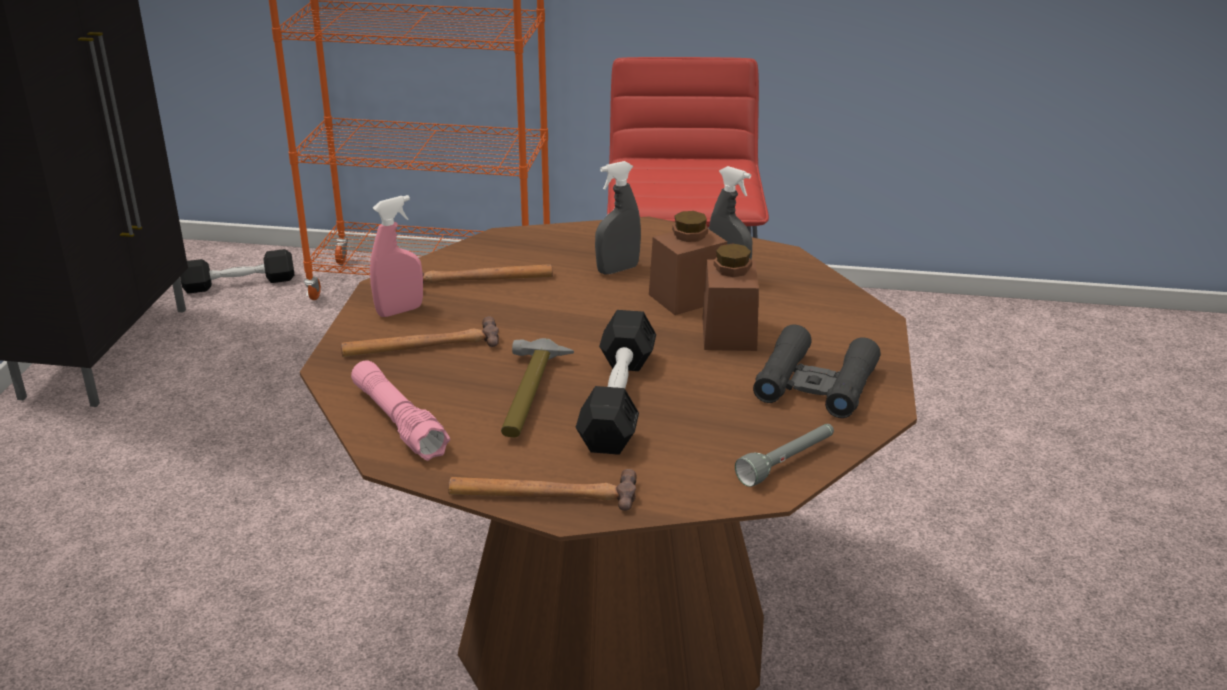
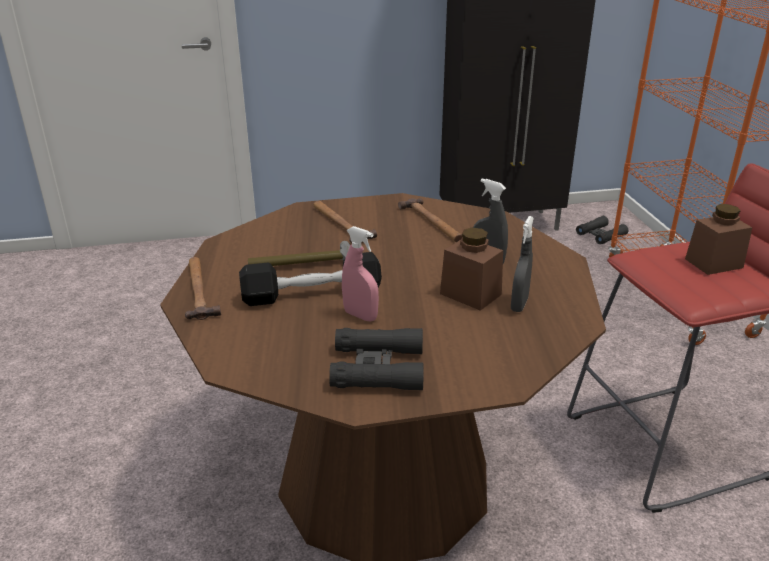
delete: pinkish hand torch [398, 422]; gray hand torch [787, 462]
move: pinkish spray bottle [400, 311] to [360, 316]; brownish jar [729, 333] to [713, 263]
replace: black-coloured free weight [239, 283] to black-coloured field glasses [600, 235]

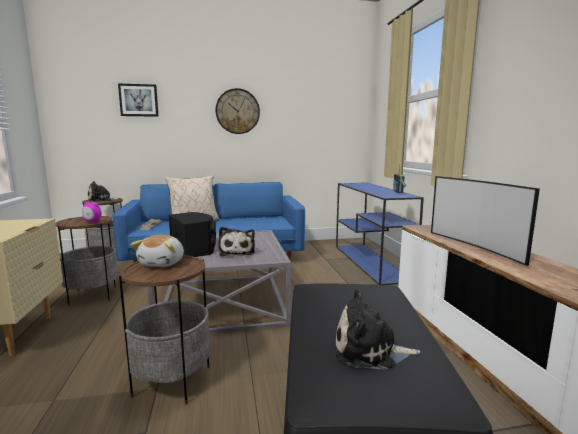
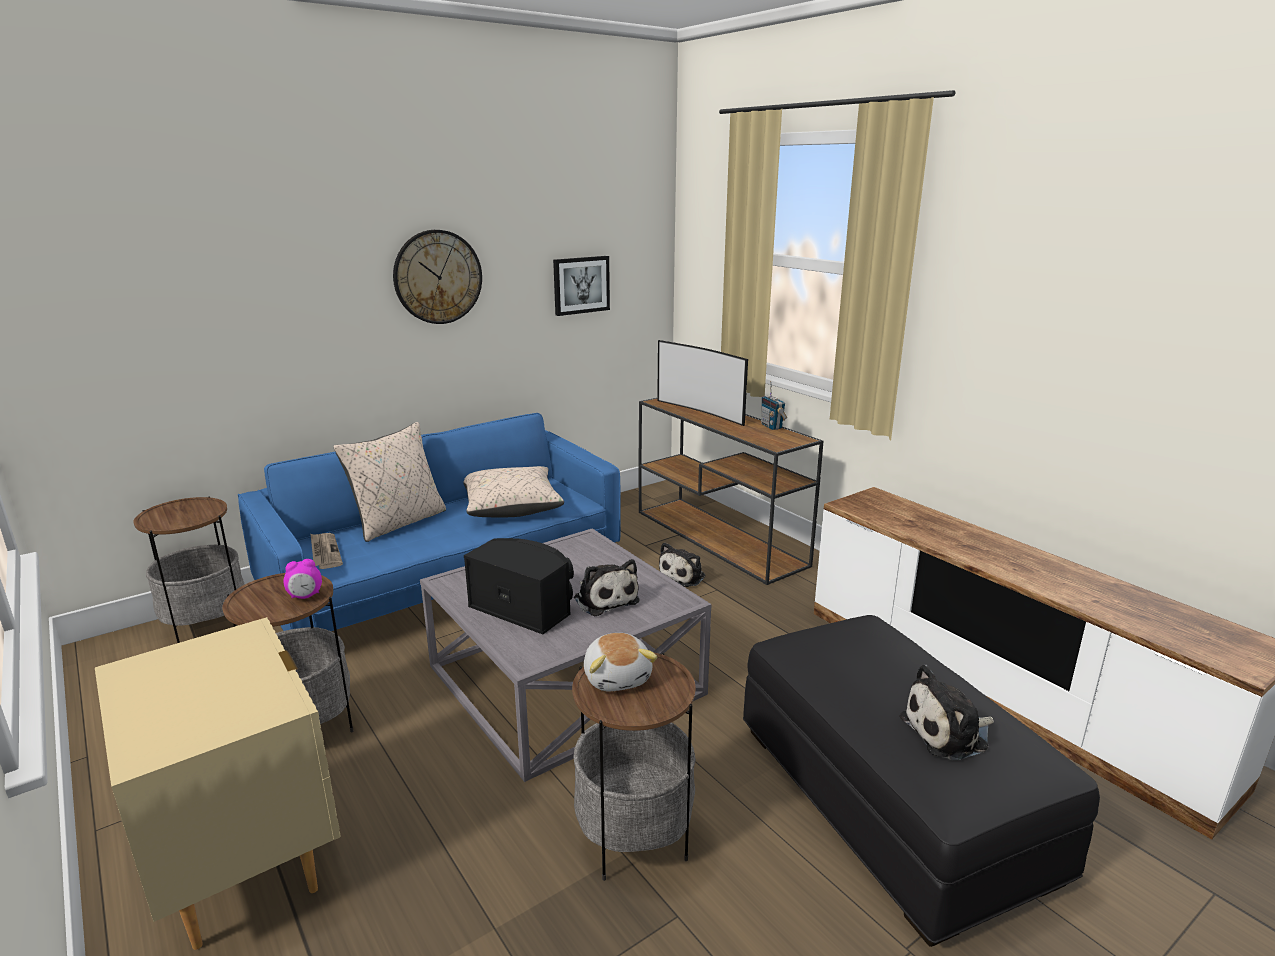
insert: sand-coloured cushion [511, 507]
move: wall picture [138, 100] to [581, 285]; television [475, 246] to [702, 411]; soft toy [101, 200] to [683, 576]
recolor: bluish hall table [371, 262] to brownish hall table [720, 538]

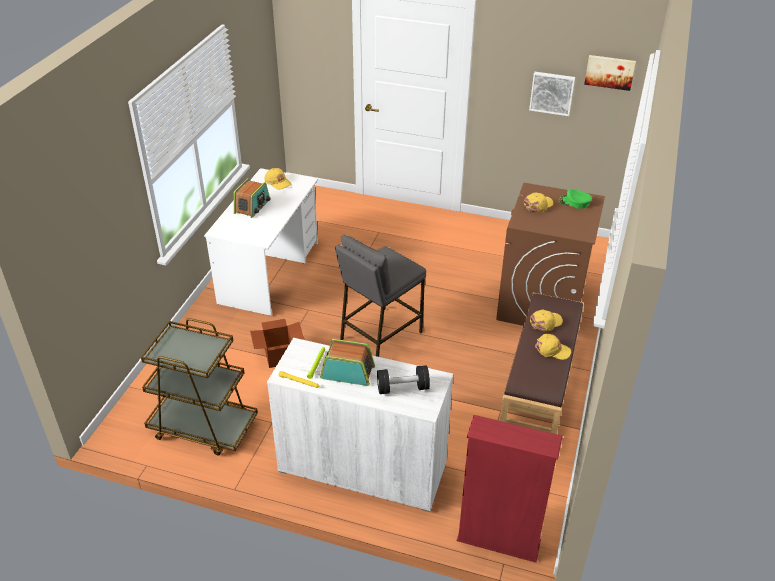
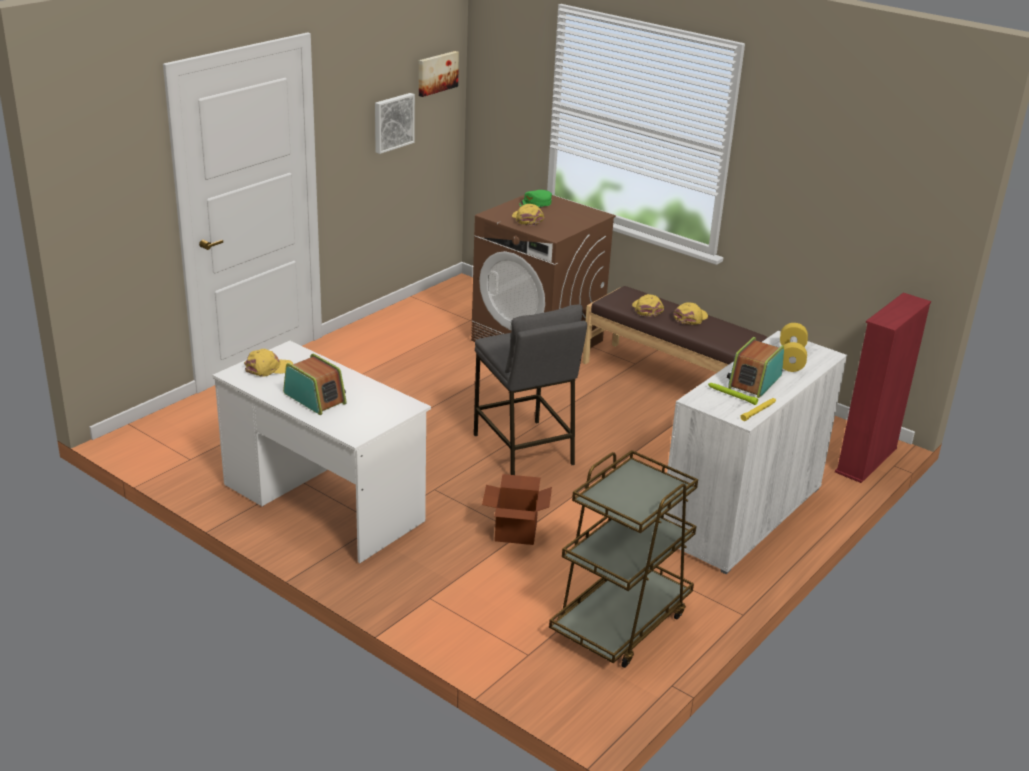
recolor: black-coloured free weight [403, 388] to yellowish free weight [791, 358]

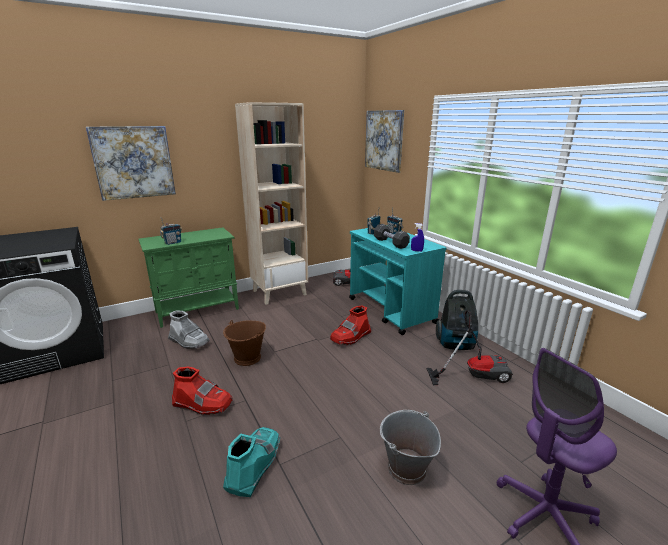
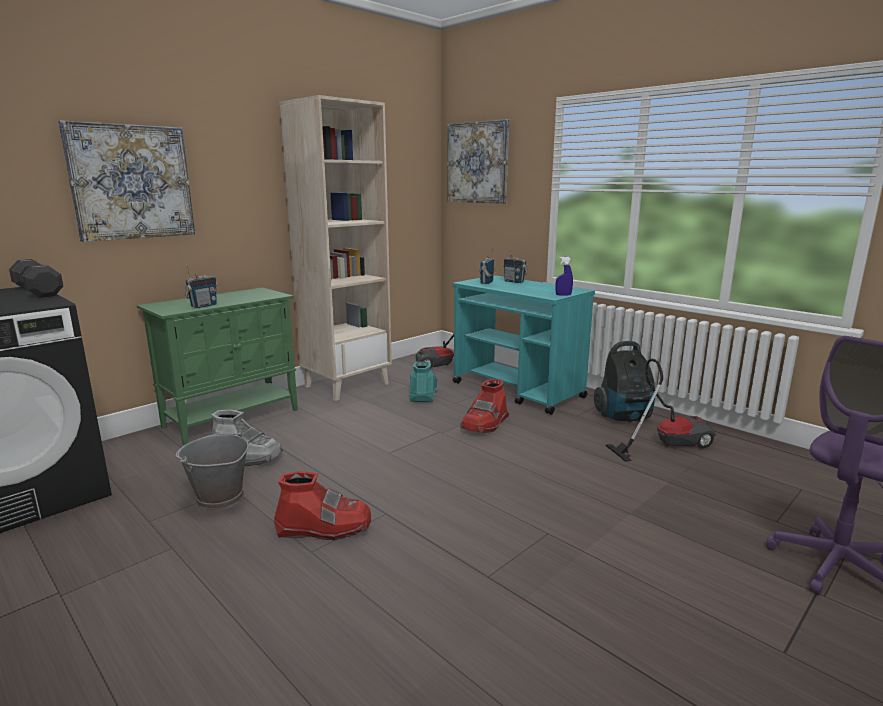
delete: brownish water bucket [247, 358]
move: black-coloured free weight [390, 243] to [38, 292]; gray water bucket [406, 468] to [219, 499]; turquoise-coloured high-top boot [254, 465] to [423, 393]

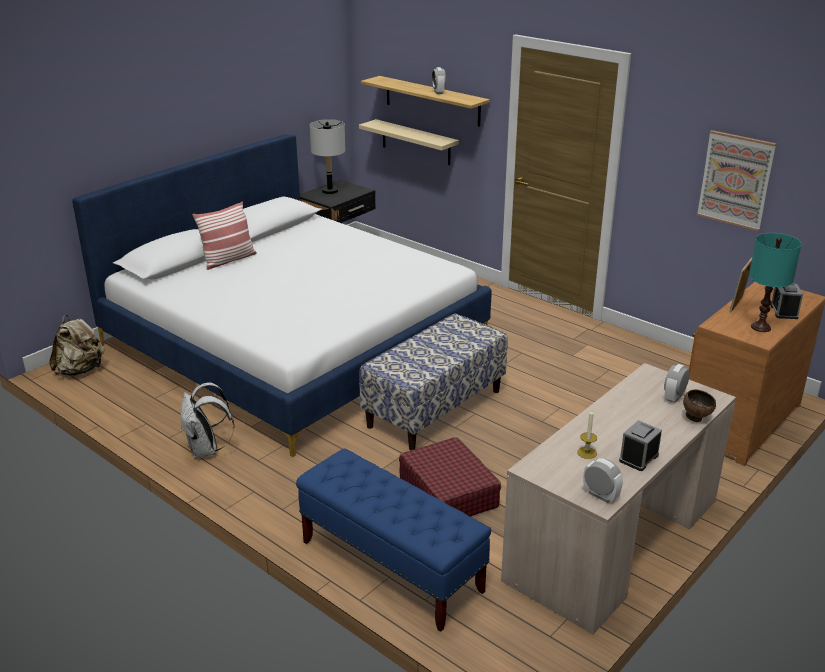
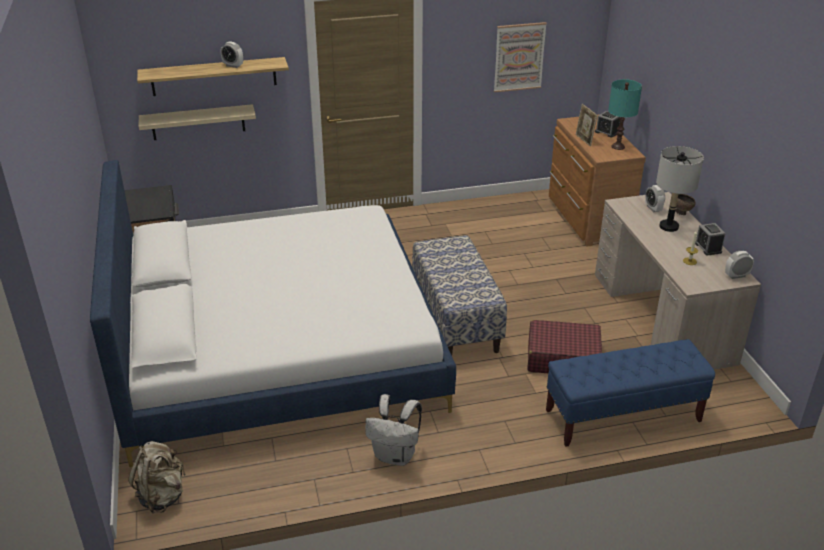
delete: cushion [228, 260]
move: gray table lamp [330, 191] to [668, 226]

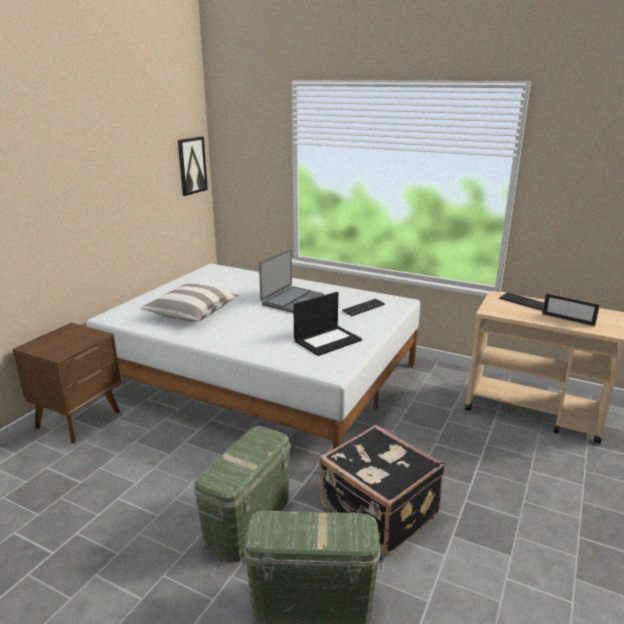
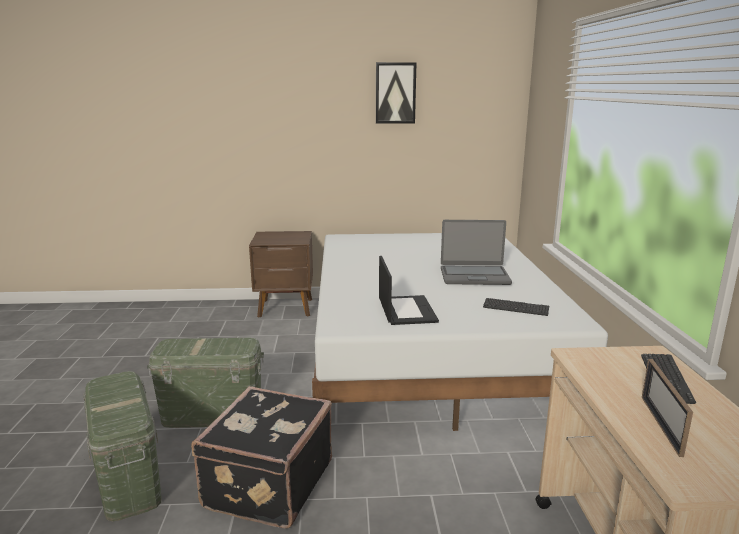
delete: cushion [191, 313]
move: wall picture [191, 165] to [395, 93]
rotate: laptop [327, 340] = [406, 310] 120 degrees counterclockwise

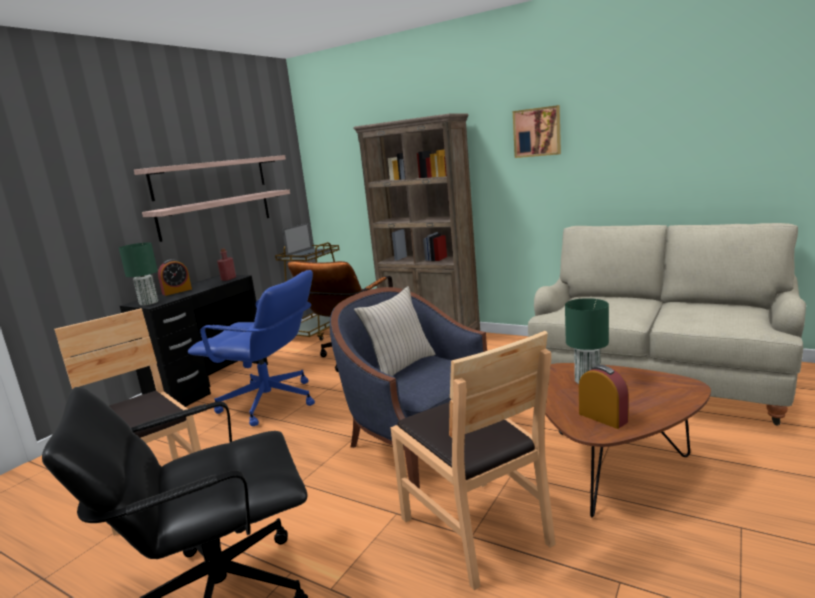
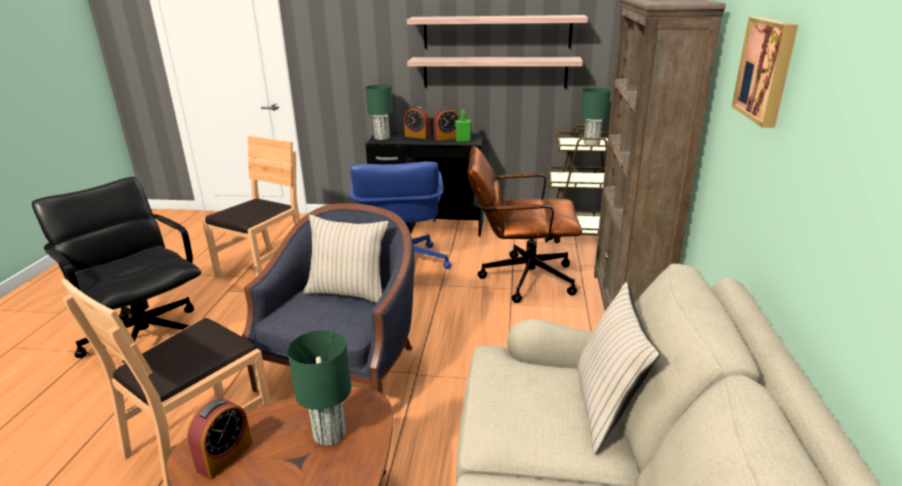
insert: alarm clock [447, 138]; sand-coloured cushion [606, 407]
replace: laptop [309, 253] to greenish table lamp [592, 143]
recolor: reddish drink bottle [228, 279] to greenish drink bottle [463, 141]

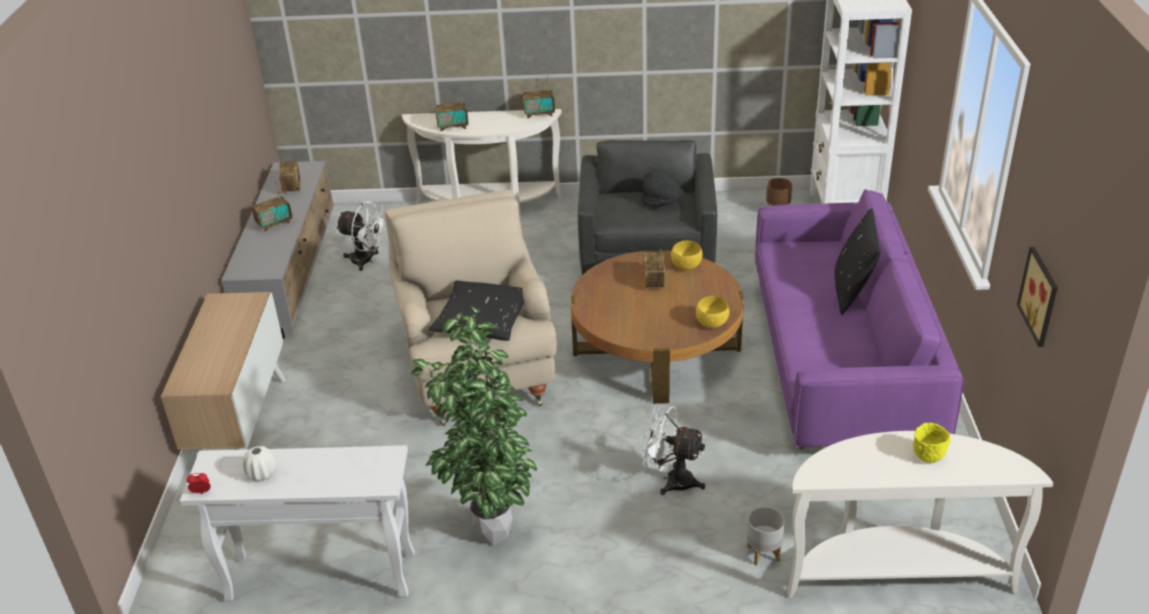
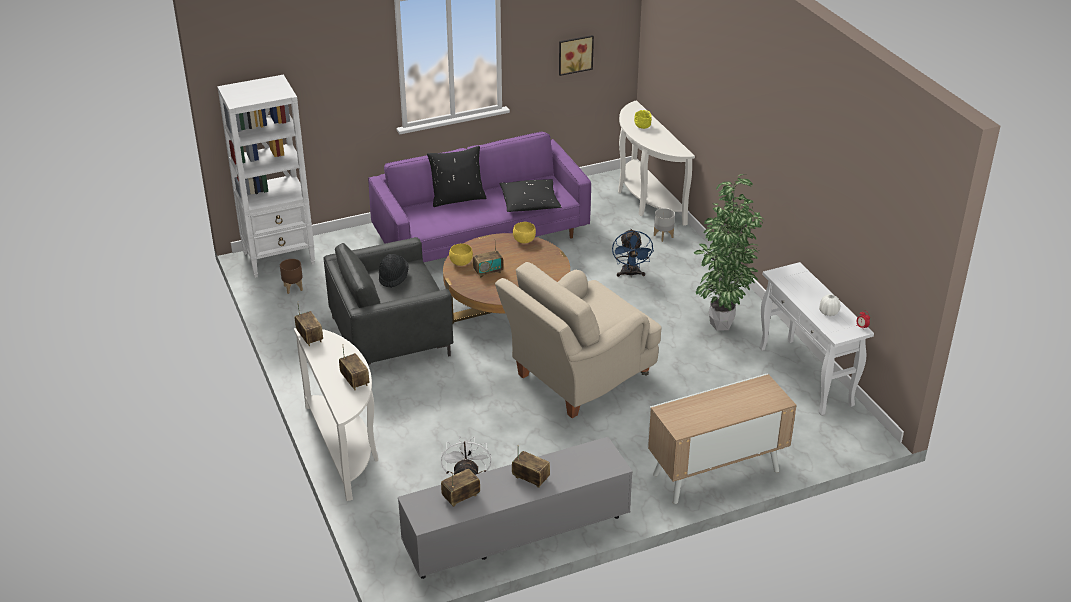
move: black-coloured cushion [482, 321] to [530, 203]
recolor: white electric fan [672, 480] to bluish electric fan [630, 274]

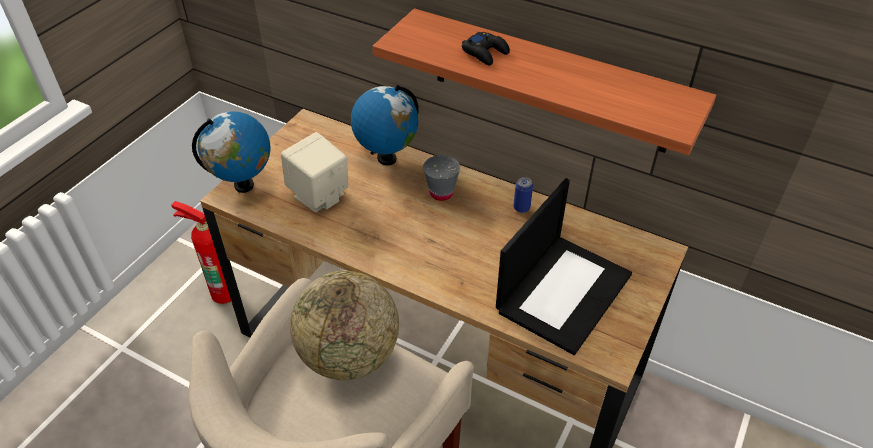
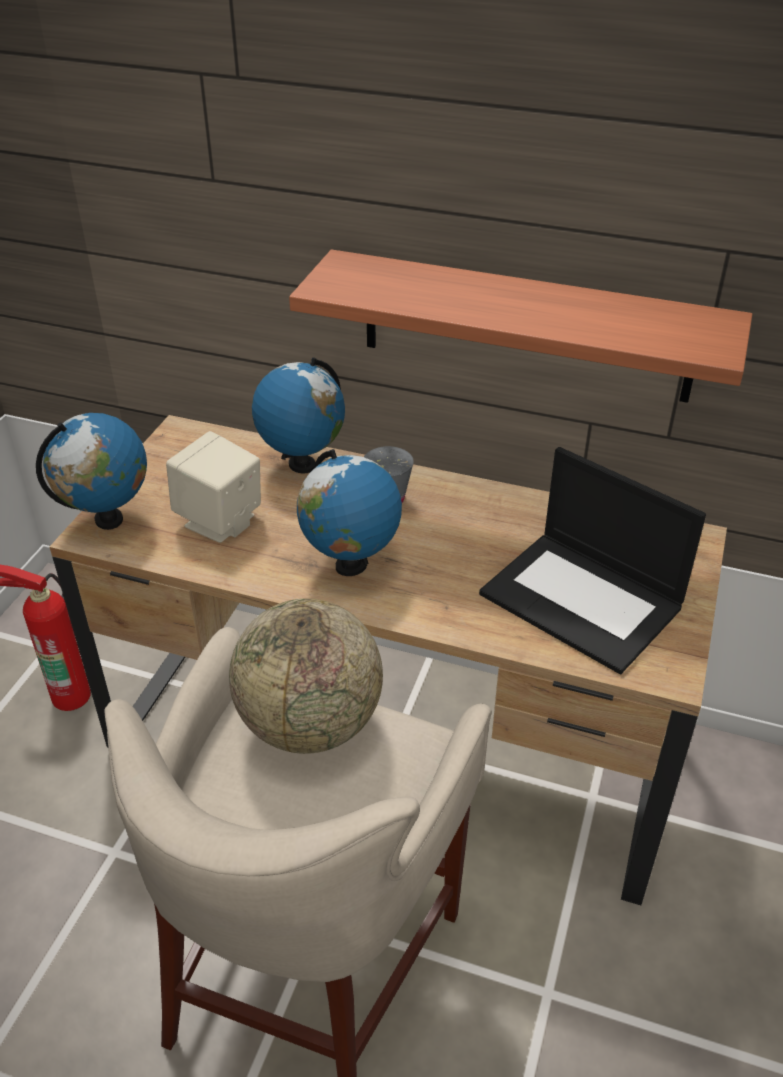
delete: black-coloured gamepad [485, 53]; can [521, 208]
insert: desk globe [350, 566]
rotate: laptop [563, 291] = [584, 600] 105 degrees clockwise

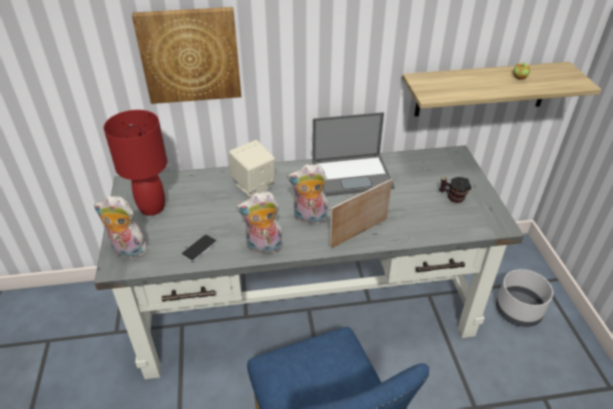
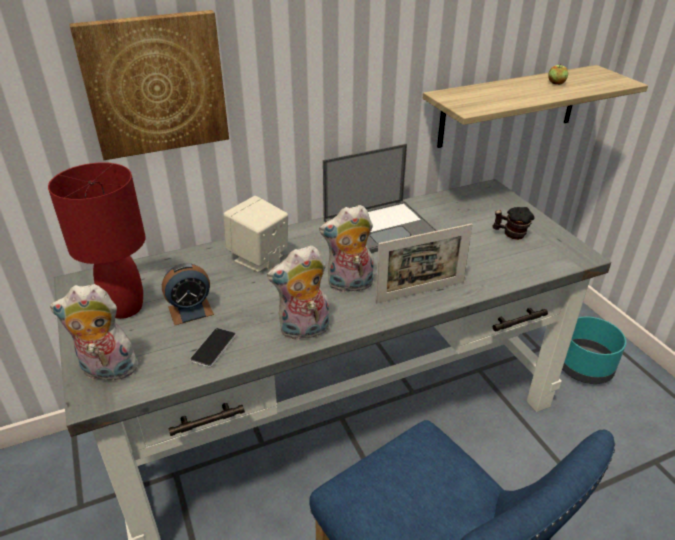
insert: alarm clock [190, 310]
recolor: gray plant pot [517, 310] to turquoise-coloured plant pot [583, 367]
rotate: picture frame [359, 233] = [420, 292] 150 degrees counterclockwise

